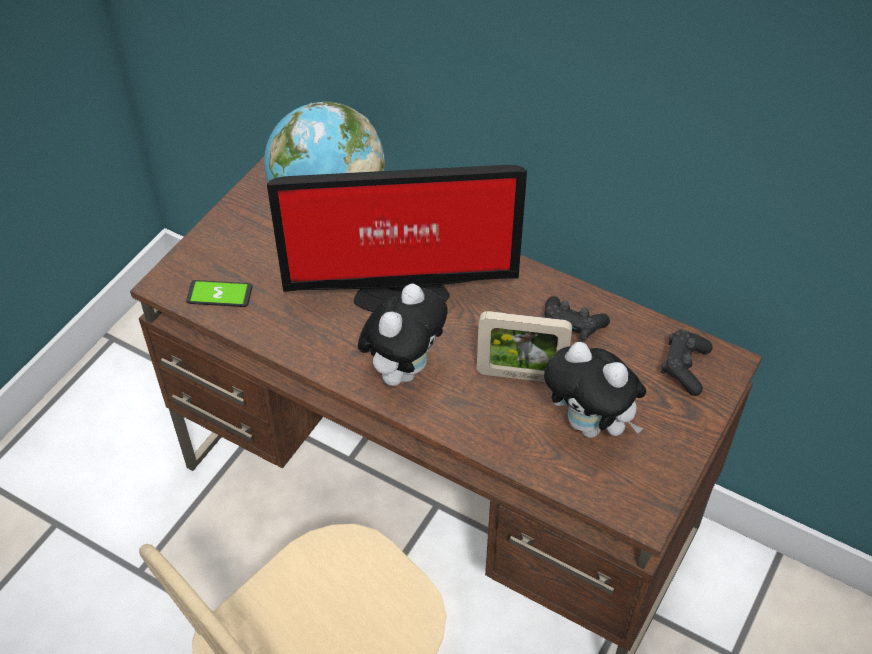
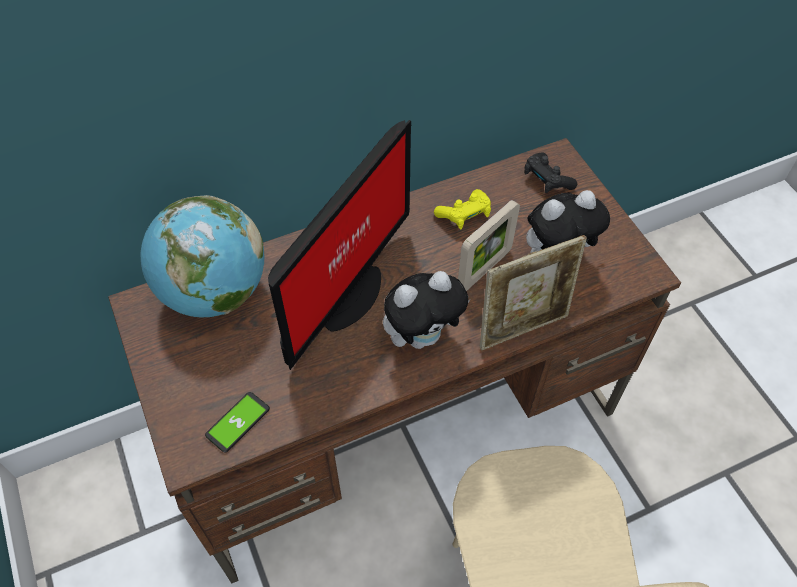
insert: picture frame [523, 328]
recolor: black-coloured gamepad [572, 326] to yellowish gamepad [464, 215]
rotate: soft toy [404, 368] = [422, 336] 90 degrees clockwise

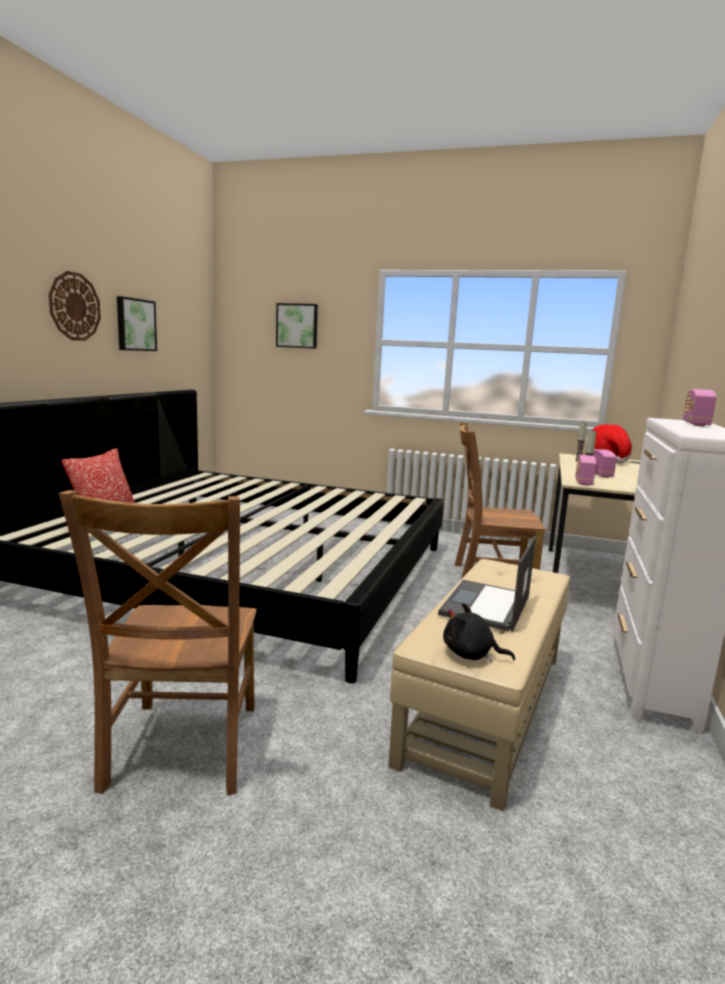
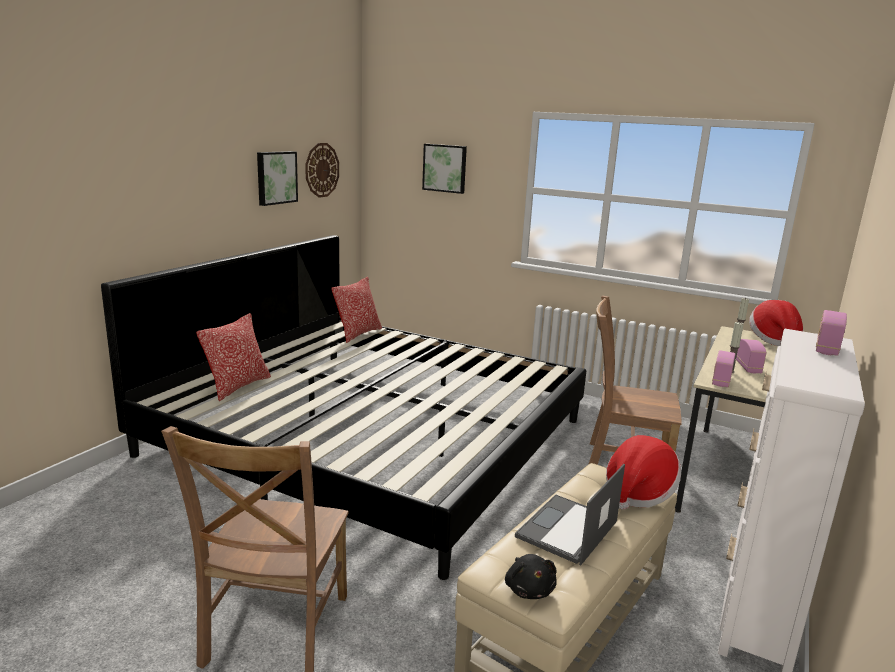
insert: cushion [358, 334]; wearable hat [638, 492]
move: hanging clock [74, 306] to [321, 170]
rotate: black-coloured soft toy [471, 655] = [529, 589] 135 degrees counterclockwise

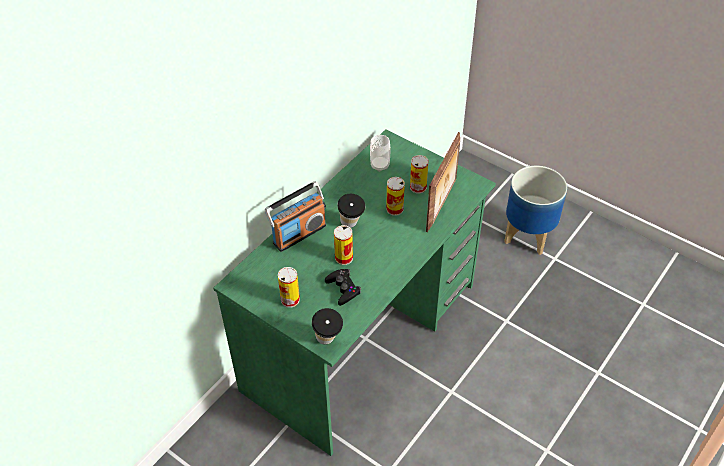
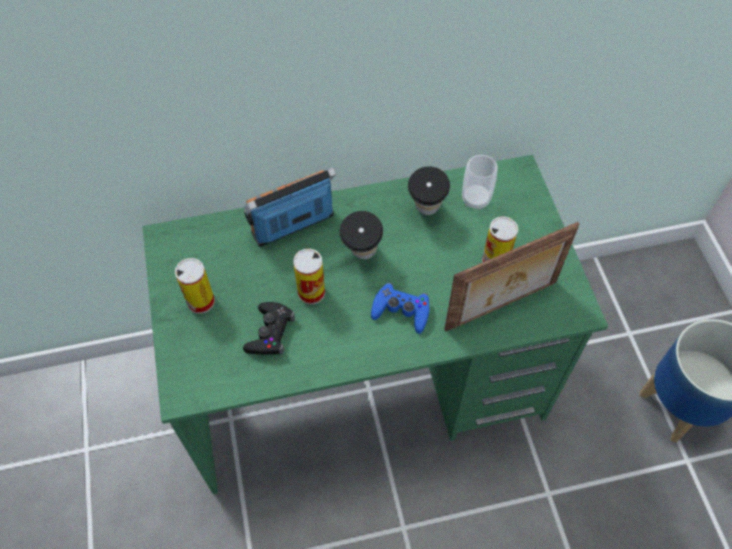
delete: can [394, 209]
insert: bluish gamepad [401, 310]
move: small cup [328, 342] to [426, 212]
rotate: radio [299, 234] = [293, 225] 150 degrees clockwise

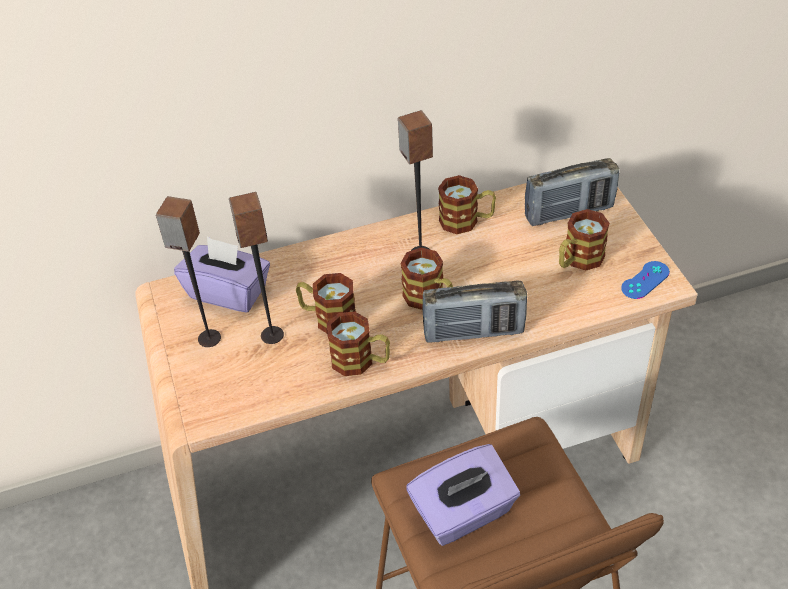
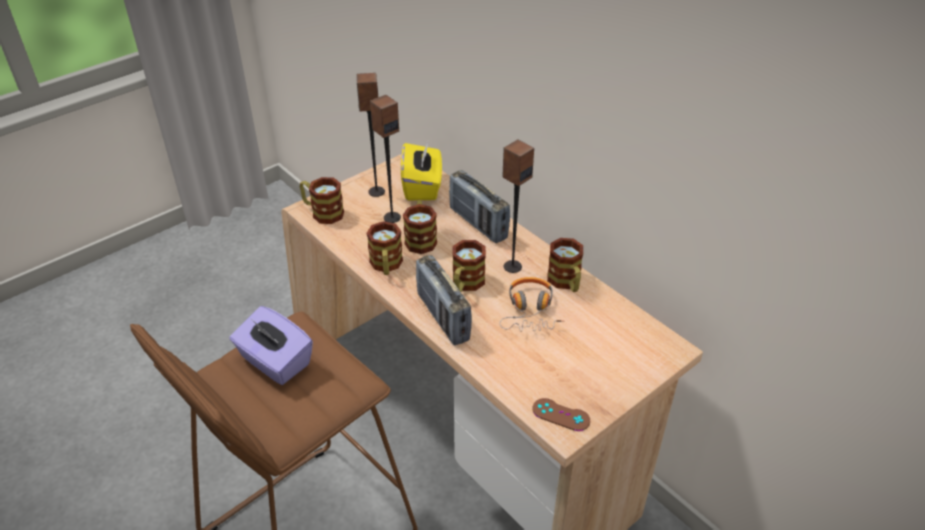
insert: headset [530, 311]
move: coffee mug [578, 260] to [322, 212]; radio [569, 212] to [478, 224]
recolor: purple box of tissues [228, 292] to yellowish box of tissues [422, 186]; bluish gamepad [645, 280] to brownish gamepad [561, 415]

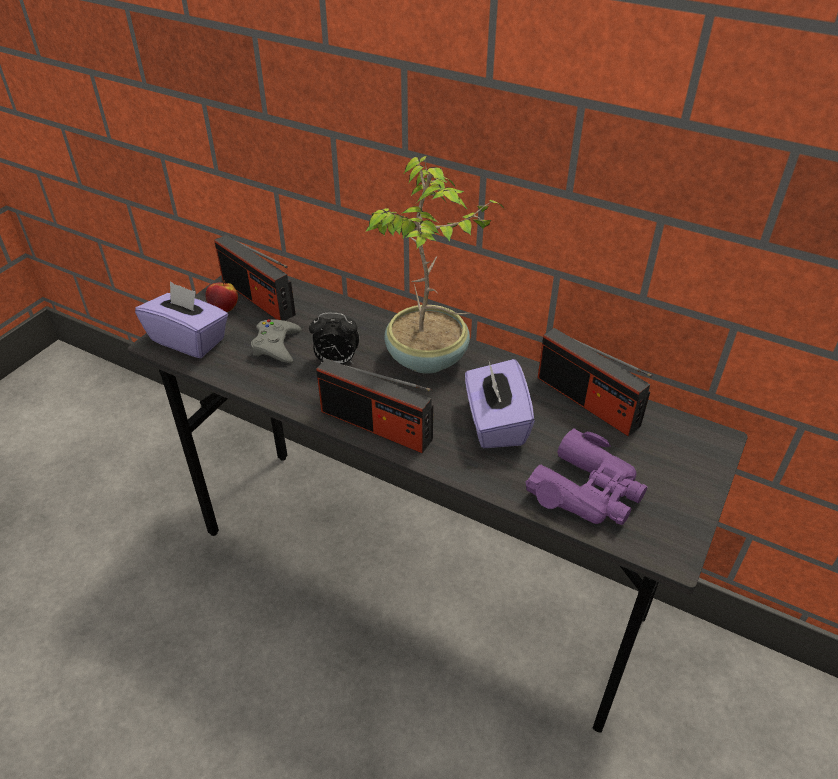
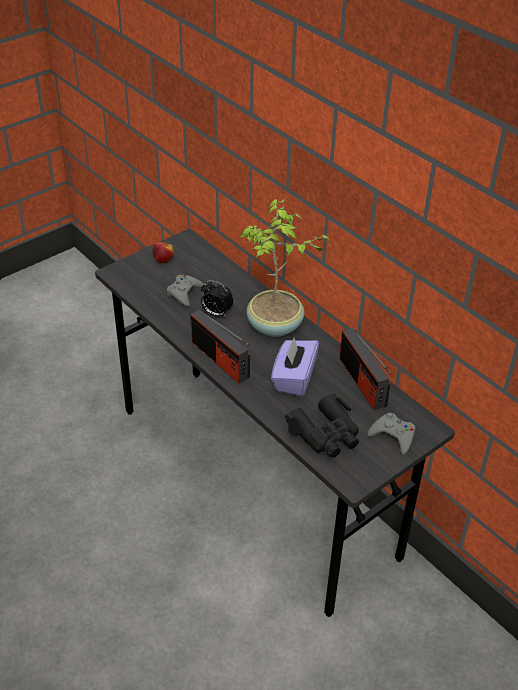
delete: purple box of tissues [189, 339]; radio [258, 297]
insert: gray gamepad [393, 436]
recolor: purple field glasses [587, 491] to black-coloured field glasses [326, 434]

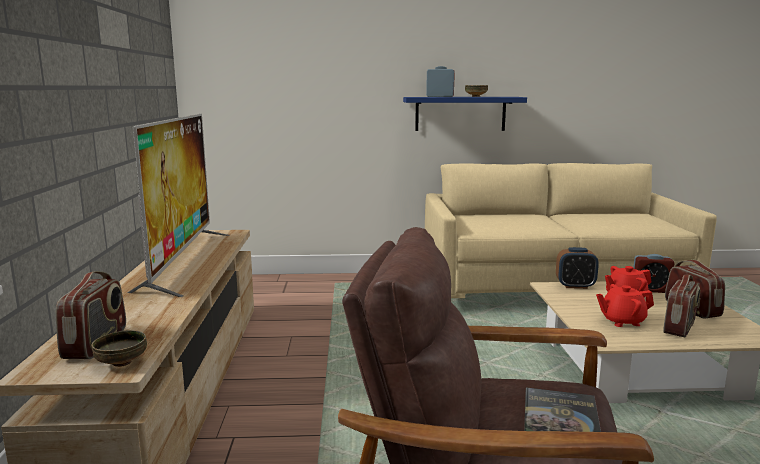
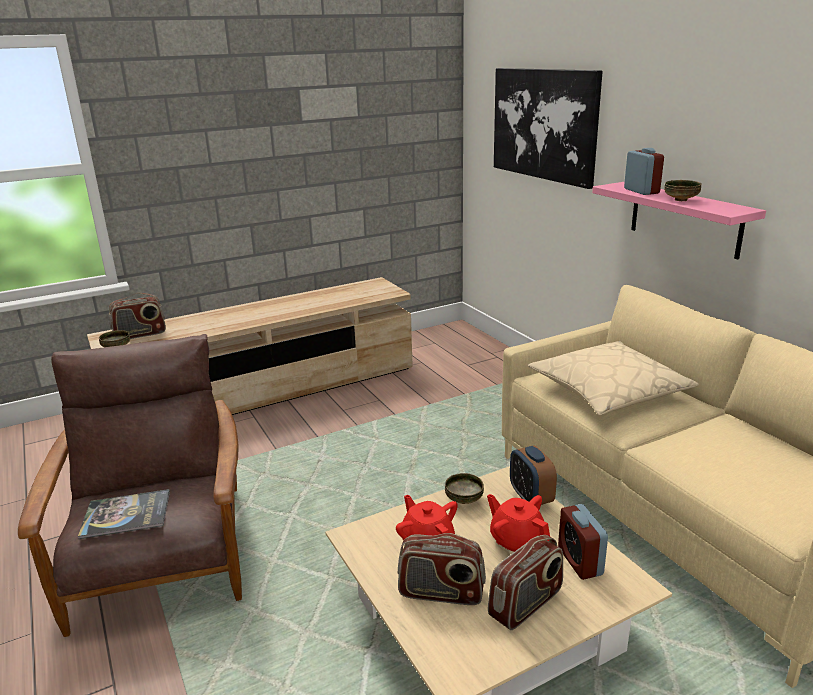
delete: television [182, 261]
insert: serving bowl [463, 499]; wall picture [544, 124]; sand-coloured cushion [609, 390]
recolor: bluish shelf [460, 113] to pinkish shelf [684, 219]

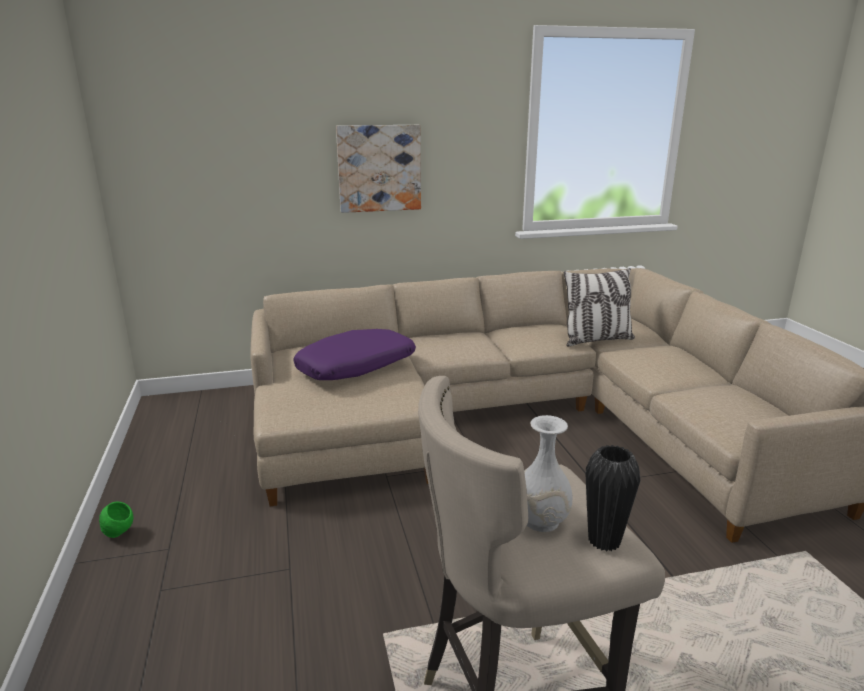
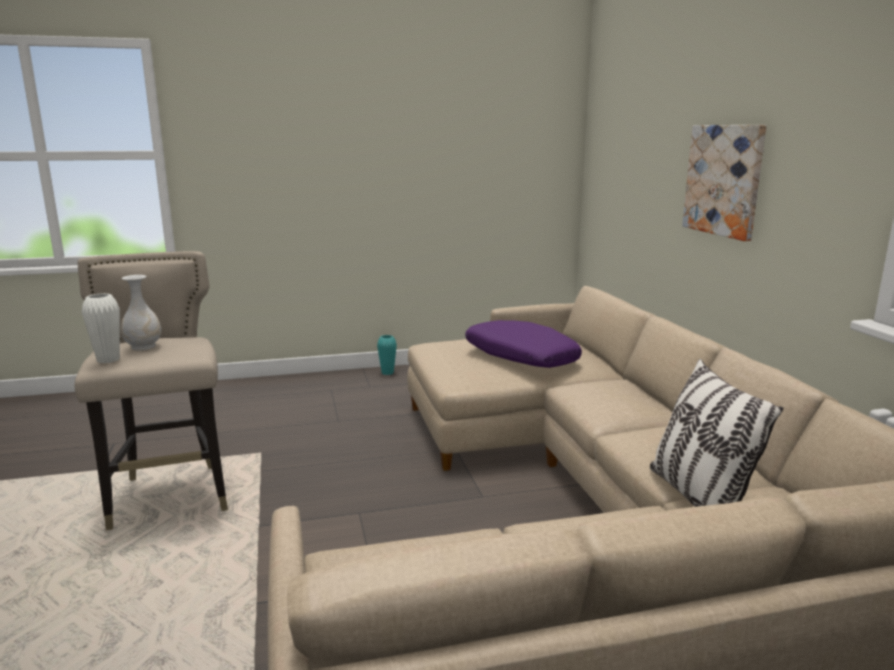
replace: greenish serving bowl [119, 534] to turquoise-coloured flower vase [387, 373]
recolor: black-coloured flower vase [604, 541] to white flower vase [108, 360]

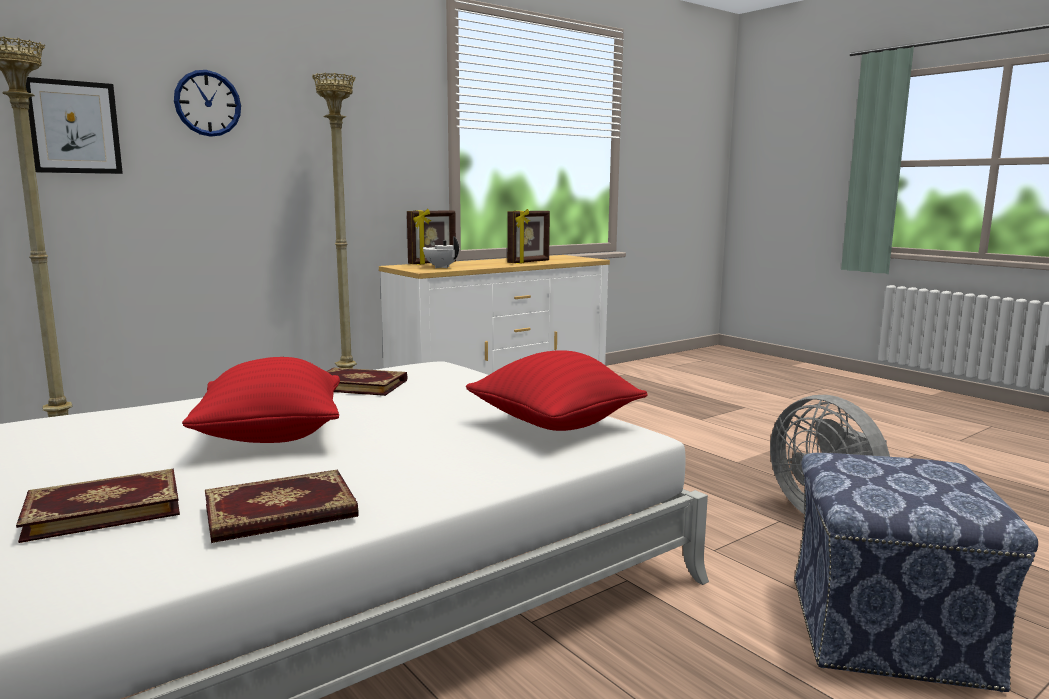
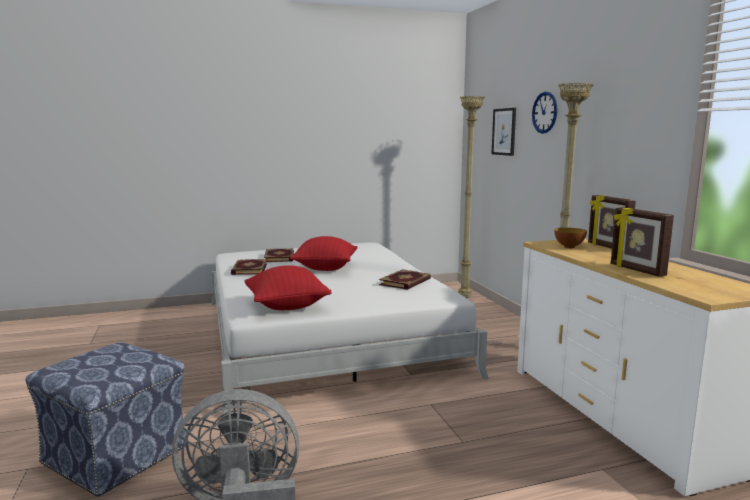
replace: white pot for tea [441, 267] to serving bowl [569, 247]

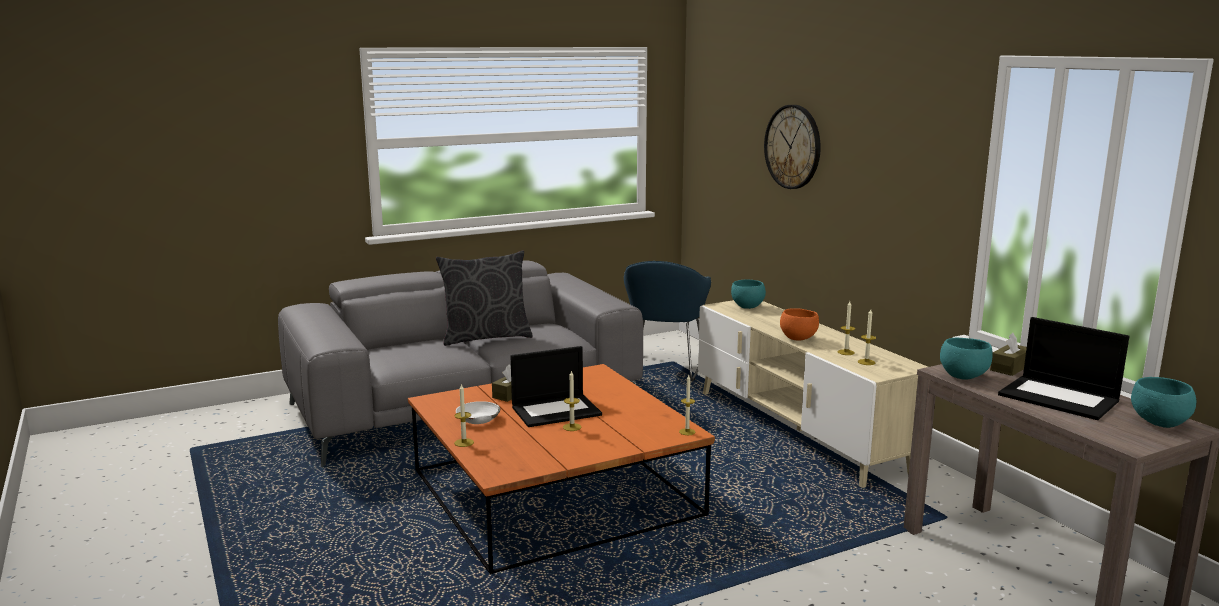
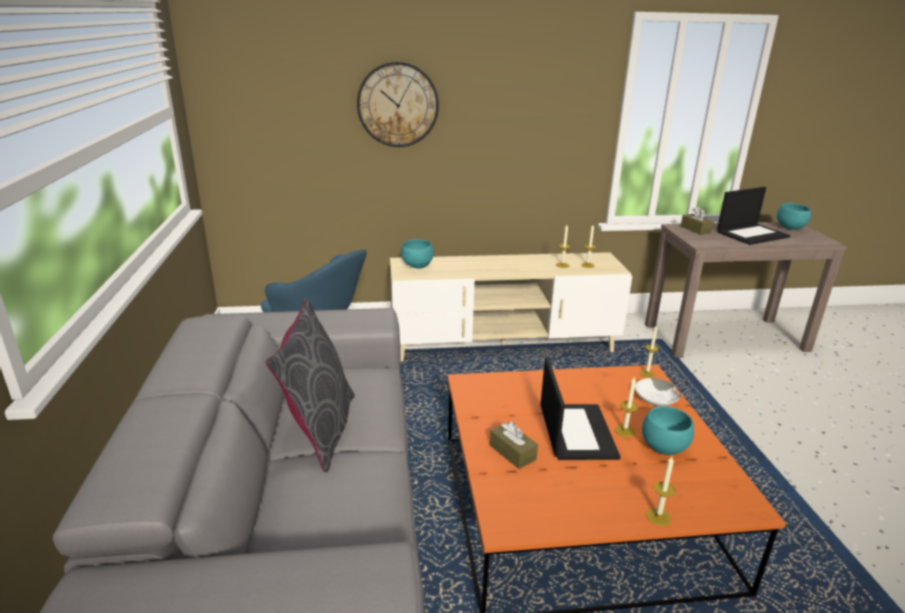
delete: orangey serving bowl [798, 338]
move: white serving bowl [477, 419] to [656, 399]; turquoise-coloured serving bowl [963, 376] to [662, 447]

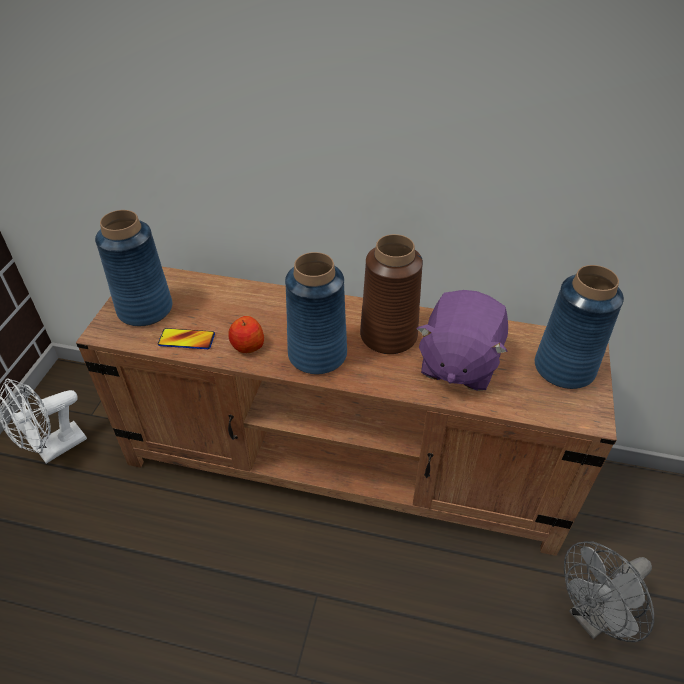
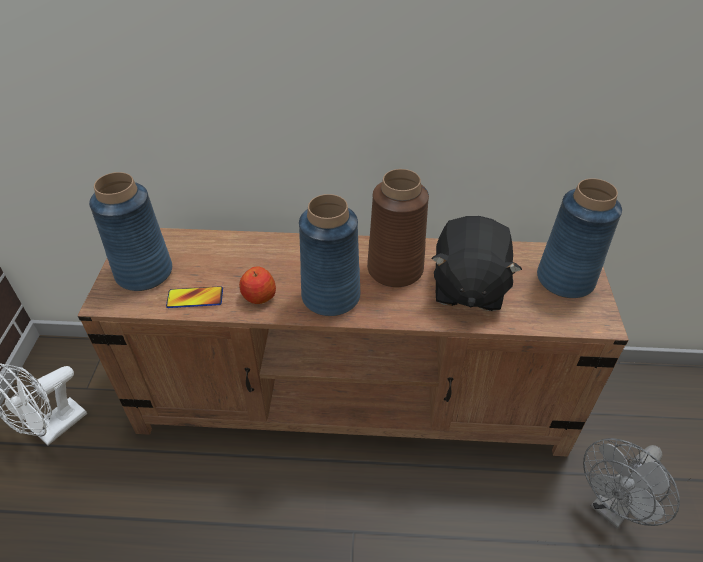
recolor: purple soft toy [458, 363] to black-coloured soft toy [467, 287]

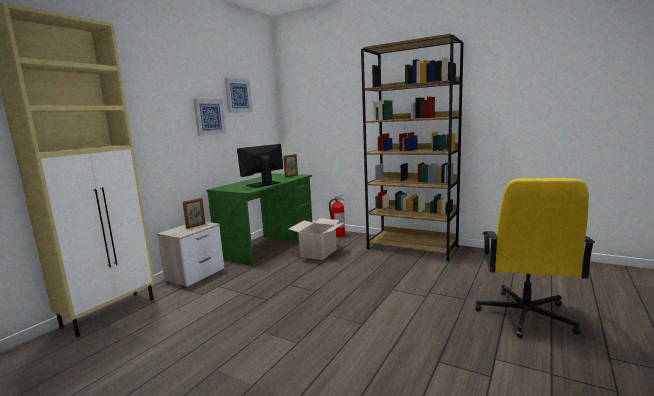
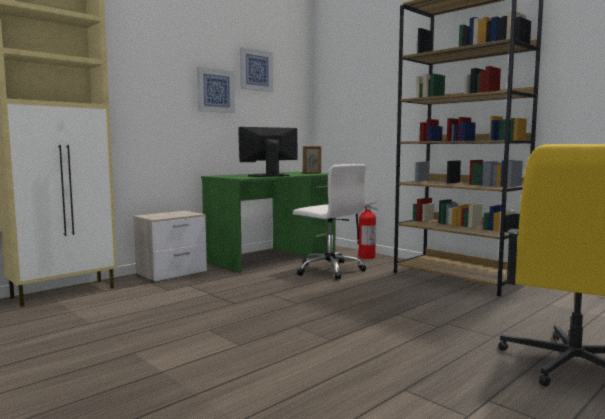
delete: picture frame [196, 226]
replace: packing box [319, 253] to white computer chair [328, 270]

